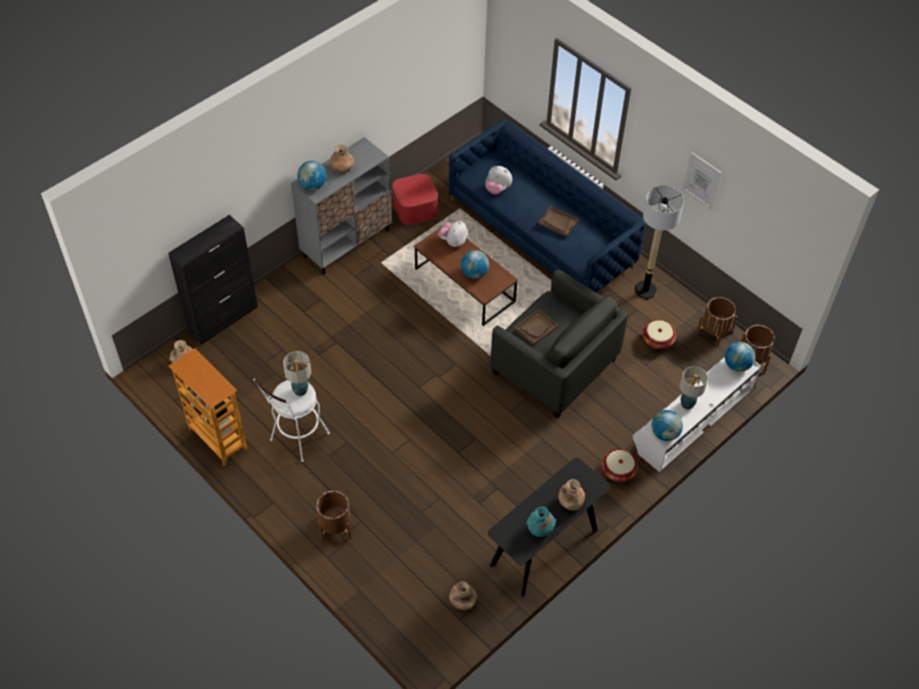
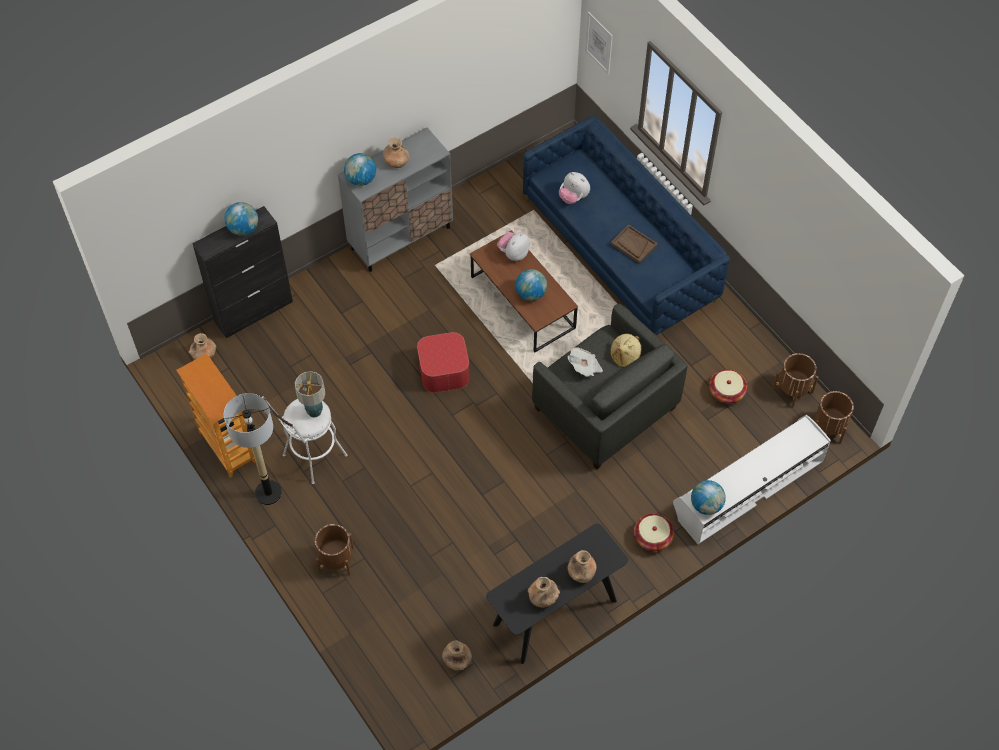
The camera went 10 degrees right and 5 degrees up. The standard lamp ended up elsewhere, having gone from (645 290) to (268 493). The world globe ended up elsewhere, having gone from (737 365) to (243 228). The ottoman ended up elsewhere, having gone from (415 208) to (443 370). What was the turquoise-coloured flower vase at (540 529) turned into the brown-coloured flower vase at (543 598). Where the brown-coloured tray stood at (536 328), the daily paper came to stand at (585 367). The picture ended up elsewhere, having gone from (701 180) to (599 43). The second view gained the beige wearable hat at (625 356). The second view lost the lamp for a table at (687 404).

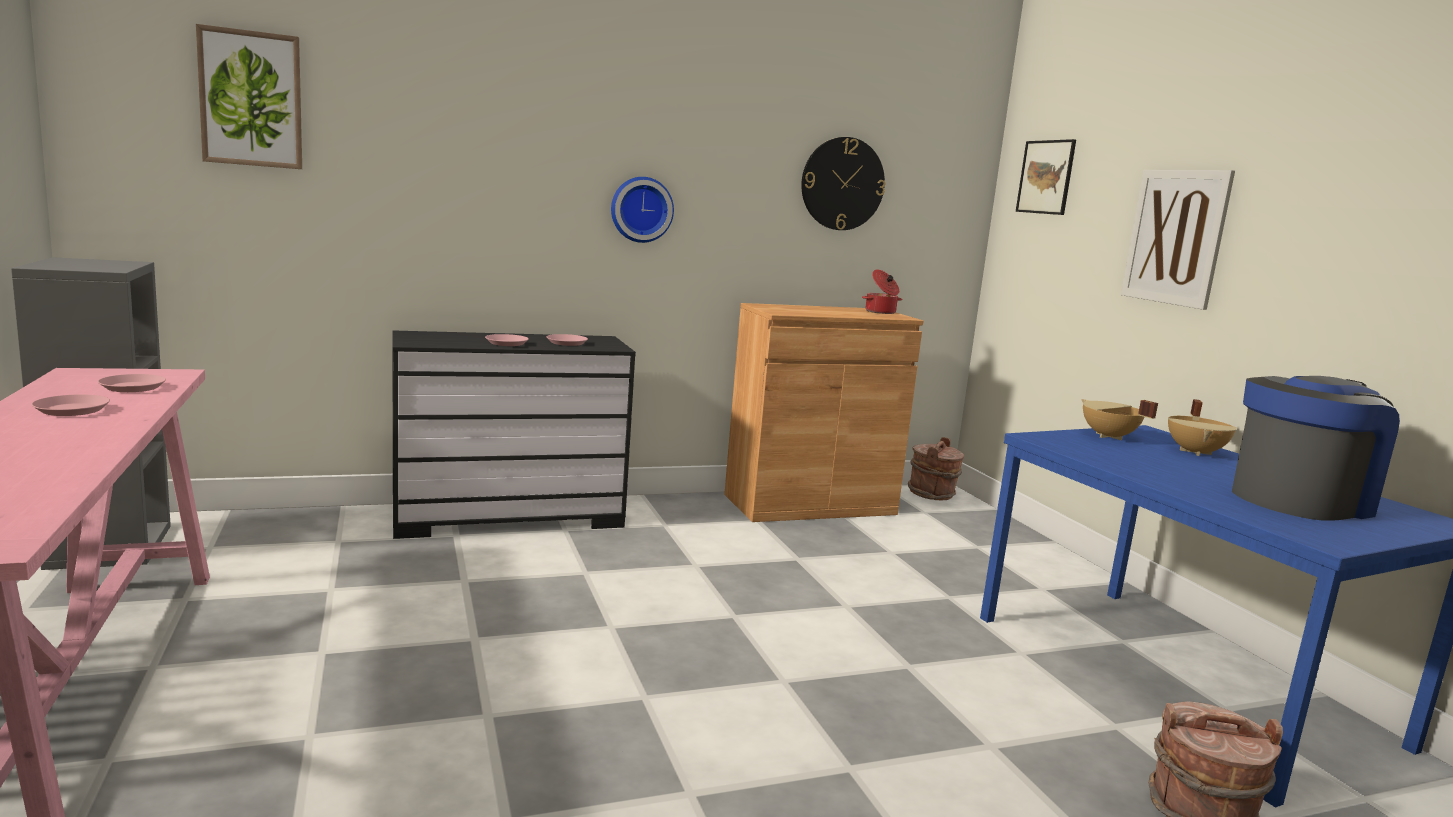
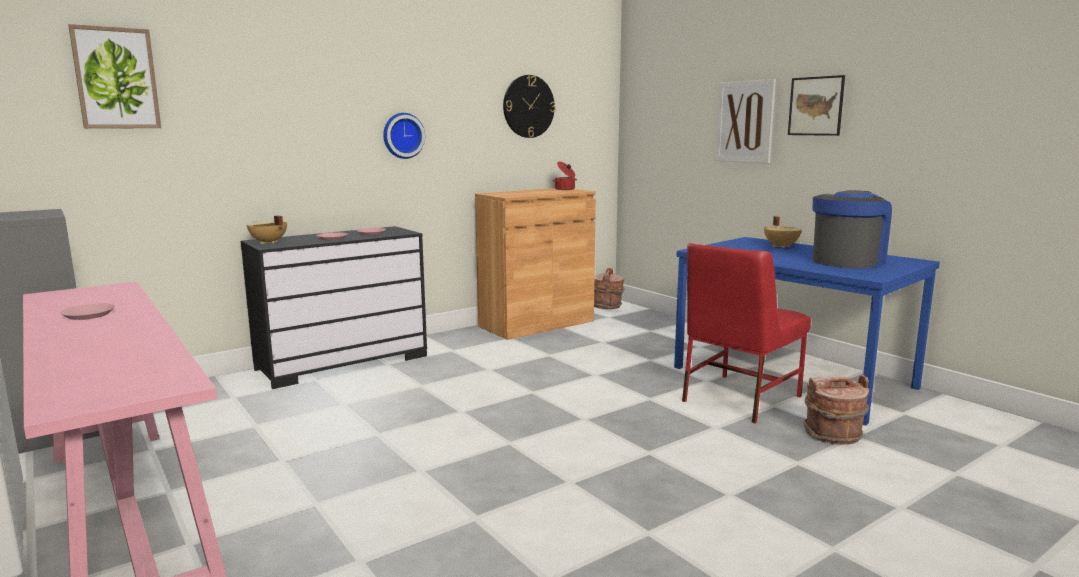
The camera went 15 degrees left and 0 degrees up. The beige cooking pot ended up elsewhere, having gone from (1108 436) to (268 242). The second view gained the red-coloured plain chair at (738 398). The picture ended up elsewhere, having gone from (1046 177) to (816 106). The second view lost the pink dinner plate at (133 387).

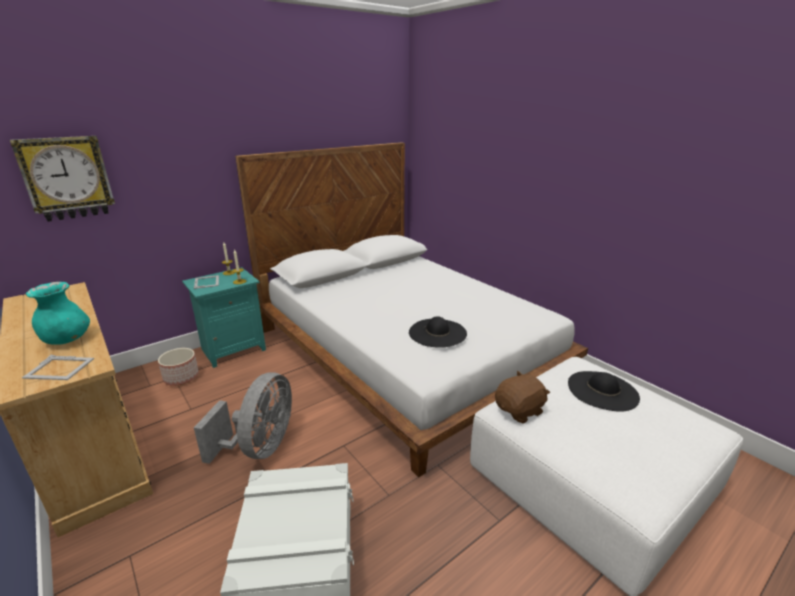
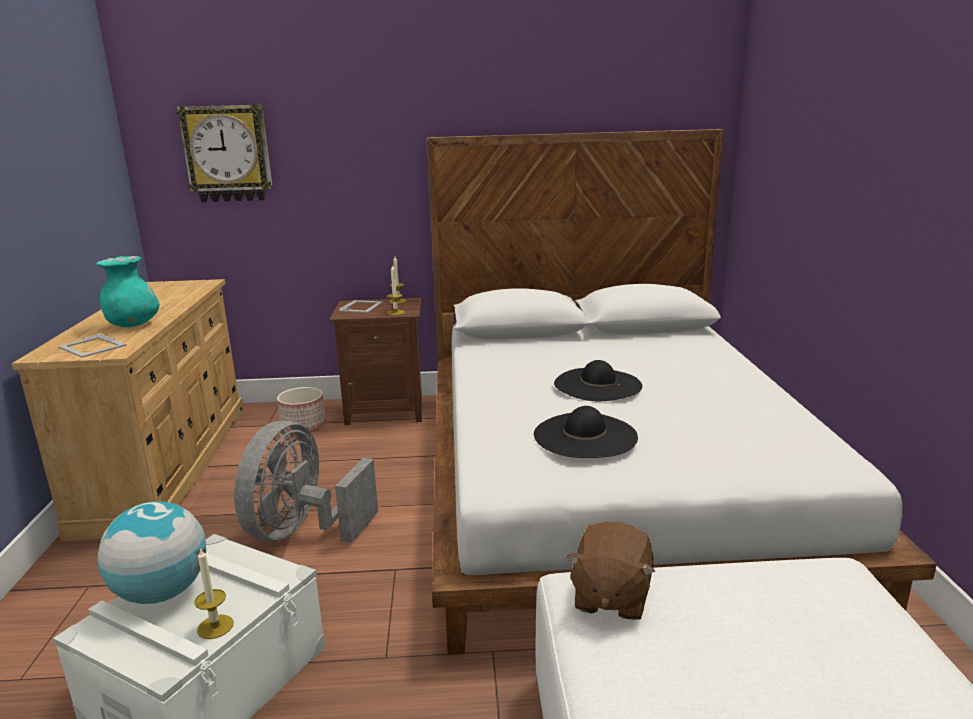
The camera went 35 degrees right and 5 degrees down. The second view gained the world globe at (162 592). The second view gained the wax candle at (215 626). The grey fan at (260 447) ended up facing another way, 150 degrees clockwise from before. What was the turquoise-coloured night table at (232 349) turned into the brown-coloured night table at (385 410). The black wearable hat ended up elsewhere, having gone from (602 390) to (597 384). The brown-coloured cuddly toy at (519 411) ended up facing another way, 105 degrees clockwise from before.

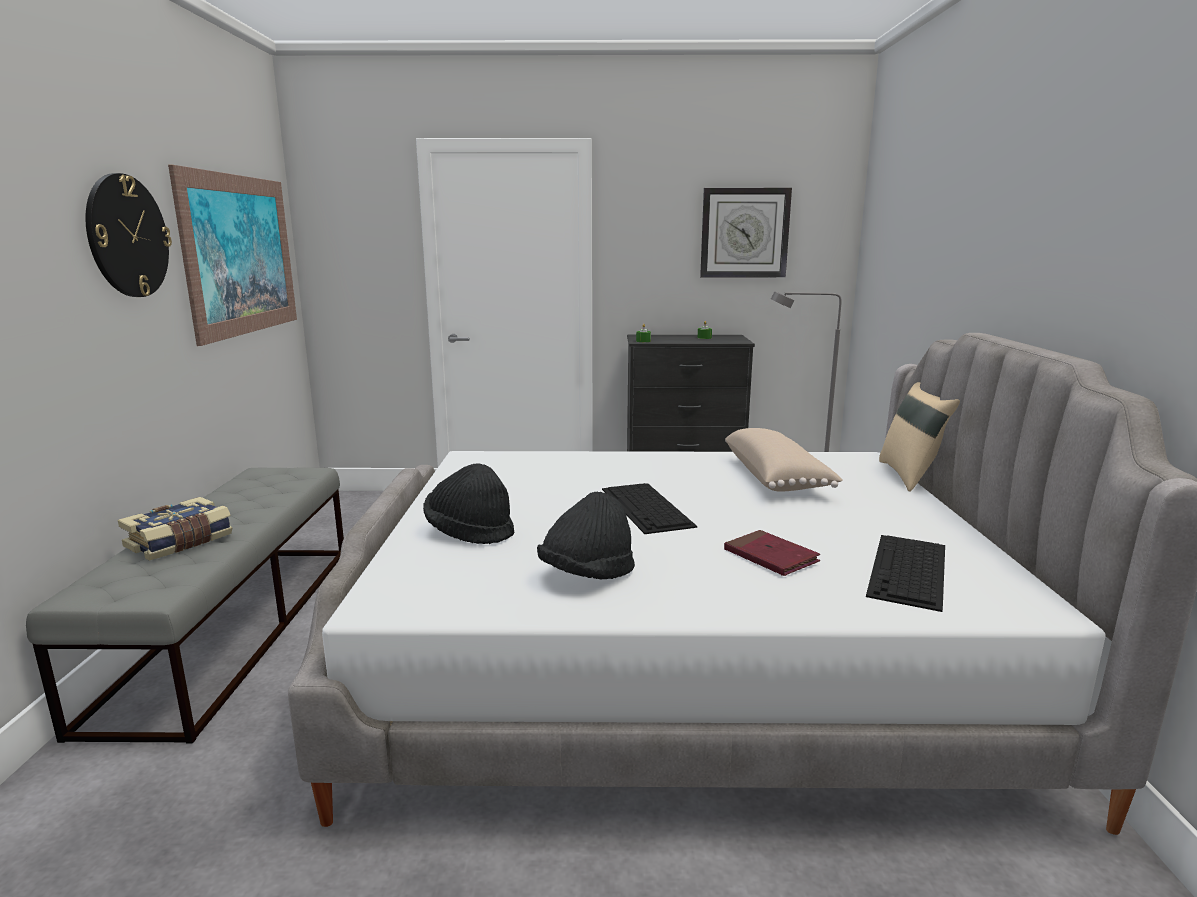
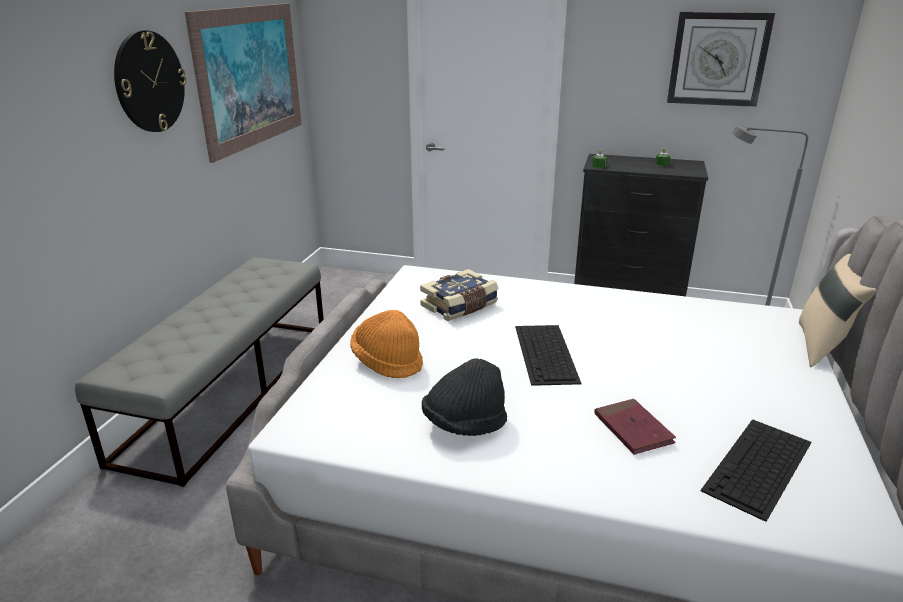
The camera went 15 degrees right and 10 degrees up. What was the black wearable hat at (470 532) turned into the orange-coloured wearable hat at (387 362). The book ended up elsewhere, having gone from (180 542) to (460 306). The second view lost the beige cushion at (776 478).

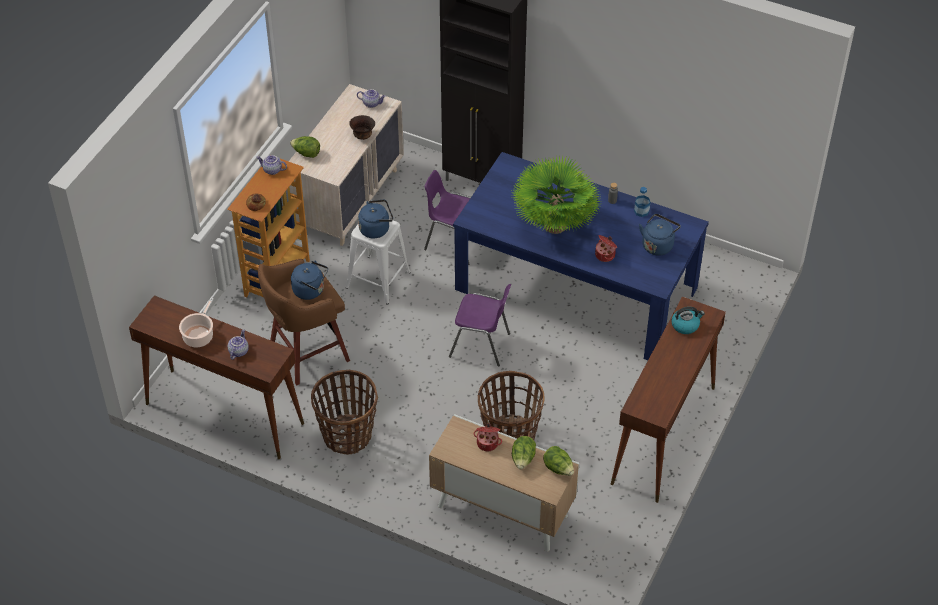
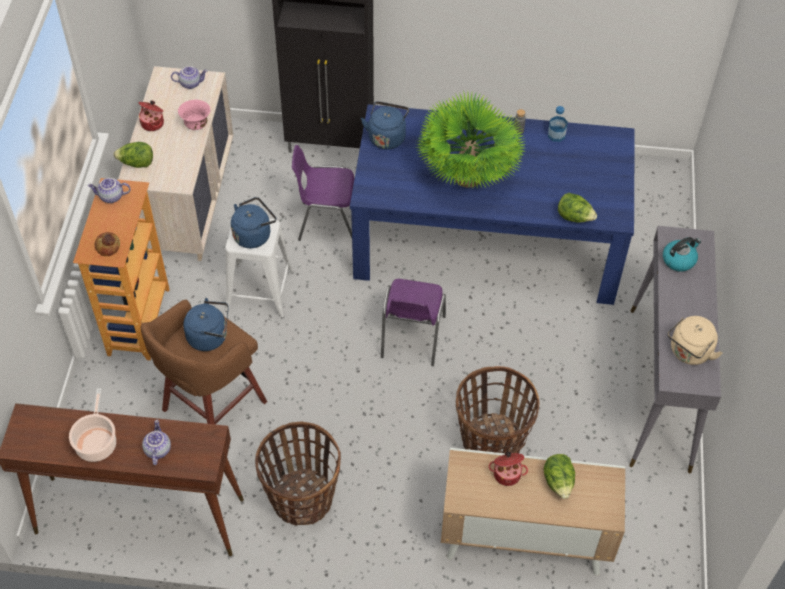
The camera went 20 degrees left and 5 degrees up. The cooking pot ended up elsewhere, having gone from (605 255) to (153 123). What was the brown-coloured serving bowl at (362 136) turned into the pink serving bowl at (196 125). The bluish water kettle ended up elsewhere, having gone from (658 245) to (387 137). The purple plain chair at (481 345) ended up facing another way, 105 degrees clockwise from before. The head of lettuce ended up elsewhere, having gone from (558 468) to (574 217). What was the brown-coloured hall table at (663 436) turned into the grey hall table at (659 389). The second view gained the beige water kettle at (689 353).

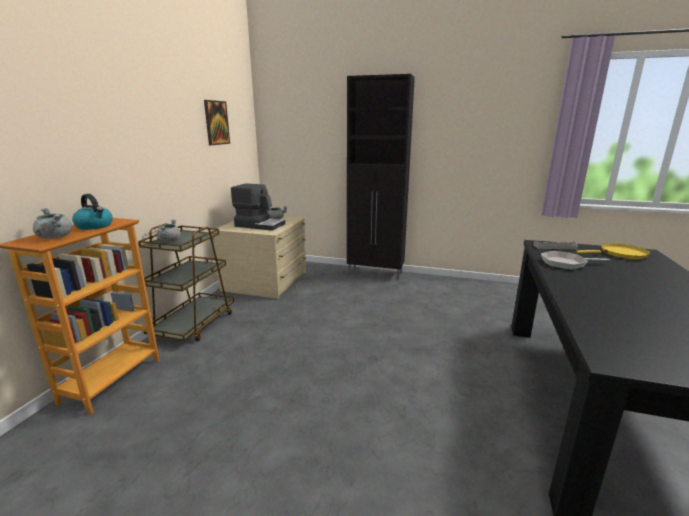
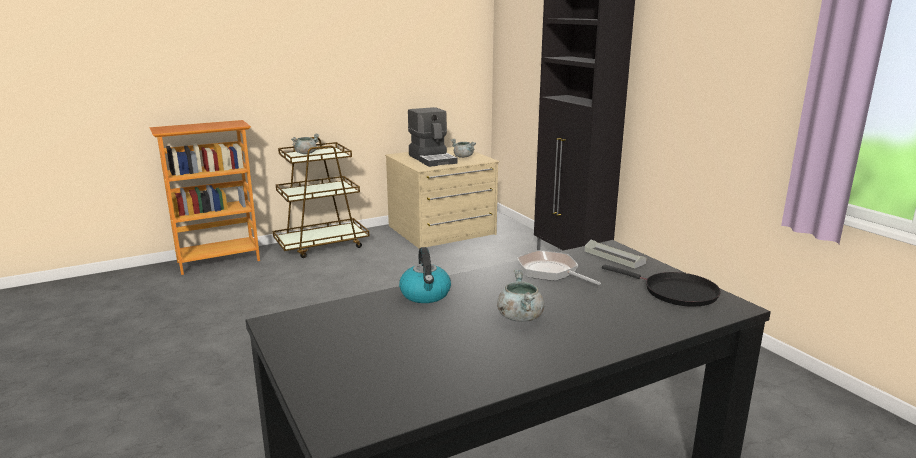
The camera went 45 degrees right and 0 degrees up. The water kettle ended up elsewhere, having gone from (95 226) to (425 295). The grey cooking pot ended up elsewhere, having gone from (55 237) to (519 317). What was the yellow frying pan at (620 254) turned into the black frying pan at (675 292). The second view lost the picture at (216 123).

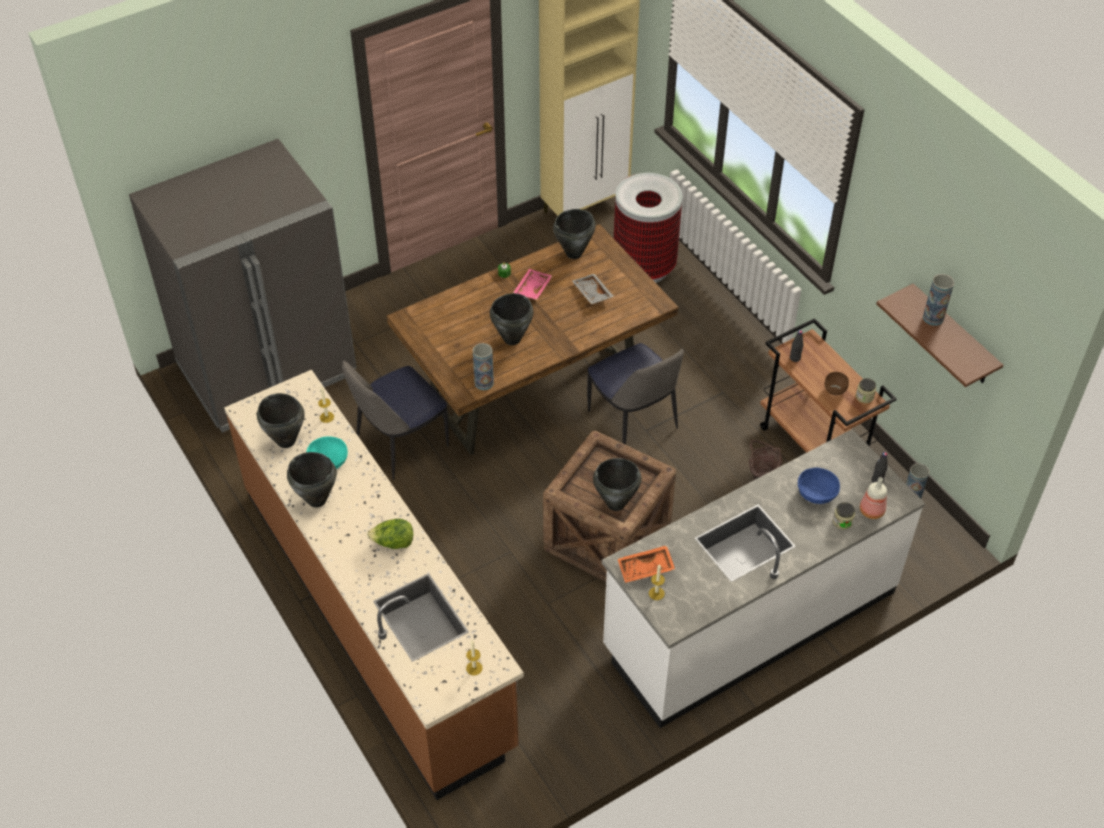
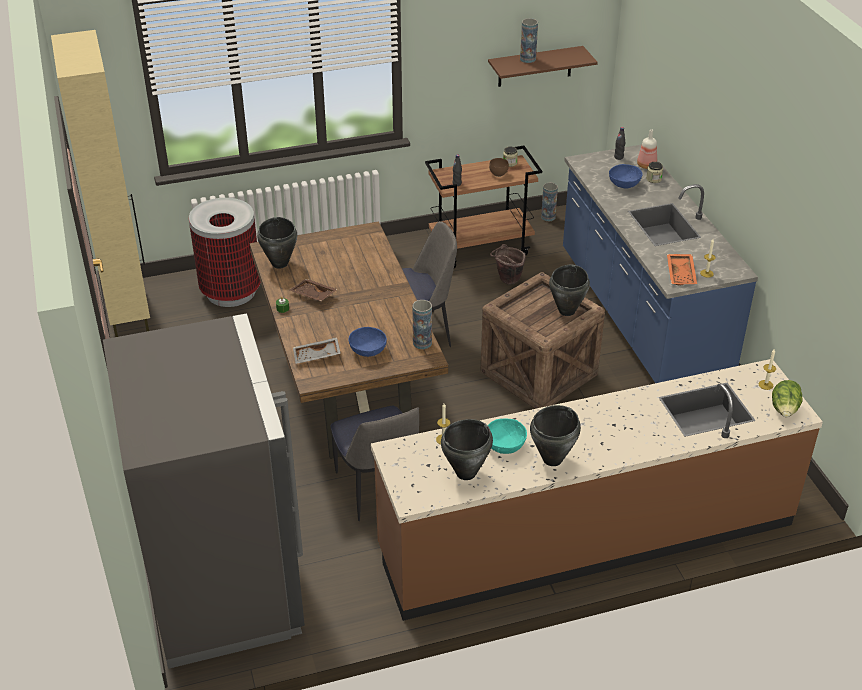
The camera went 75 degrees left and 10 degrees down. What was the pink tray at (532 288) turned into the brown-coloured tray at (313 295). The grey tray ended up elsewhere, having gone from (591 293) to (317 356). The second view gained the bluish serving bowl at (368 350). What was the white-coloured kitchen counter at (749 620) turned into the bluish kitchen counter at (640 316). The head of lettuce ended up elsewhere, having gone from (393 543) to (784 410). The second view lost the black cooking pot at (511 339).

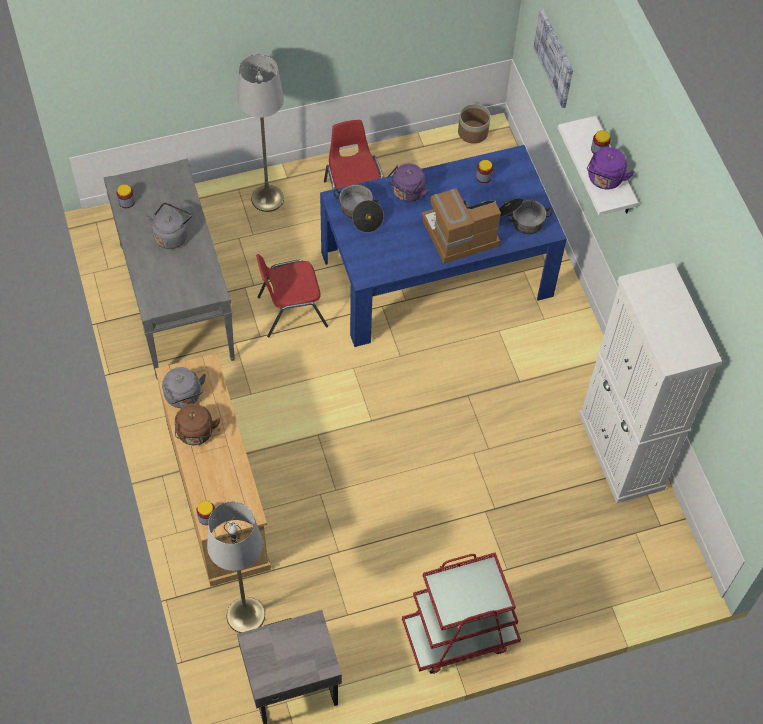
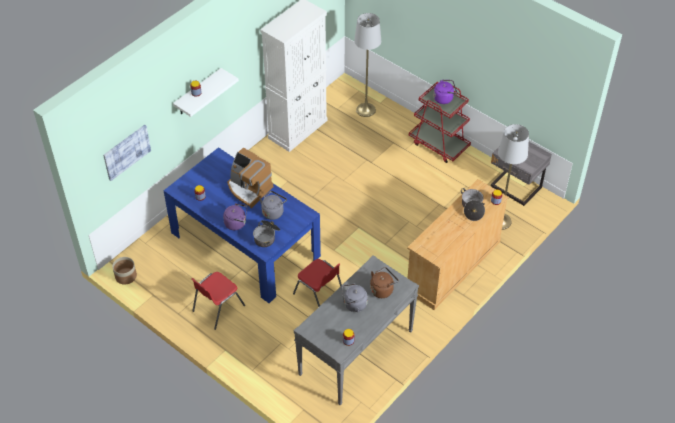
The camera went 120 degrees left and 10 degrees down. The grey water kettle ended up elsewhere, having gone from (184 397) to (273 212). The grey standard lamp ended up elsewhere, having gone from (267 198) to (365 110). The brown-coloured water kettle ended up elsewhere, having gone from (195 434) to (382 289). The purple water kettle ended up elsewhere, having gone from (604 180) to (444 98). The cooking pot ended up elsewhere, having gone from (520 220) to (472 208).

